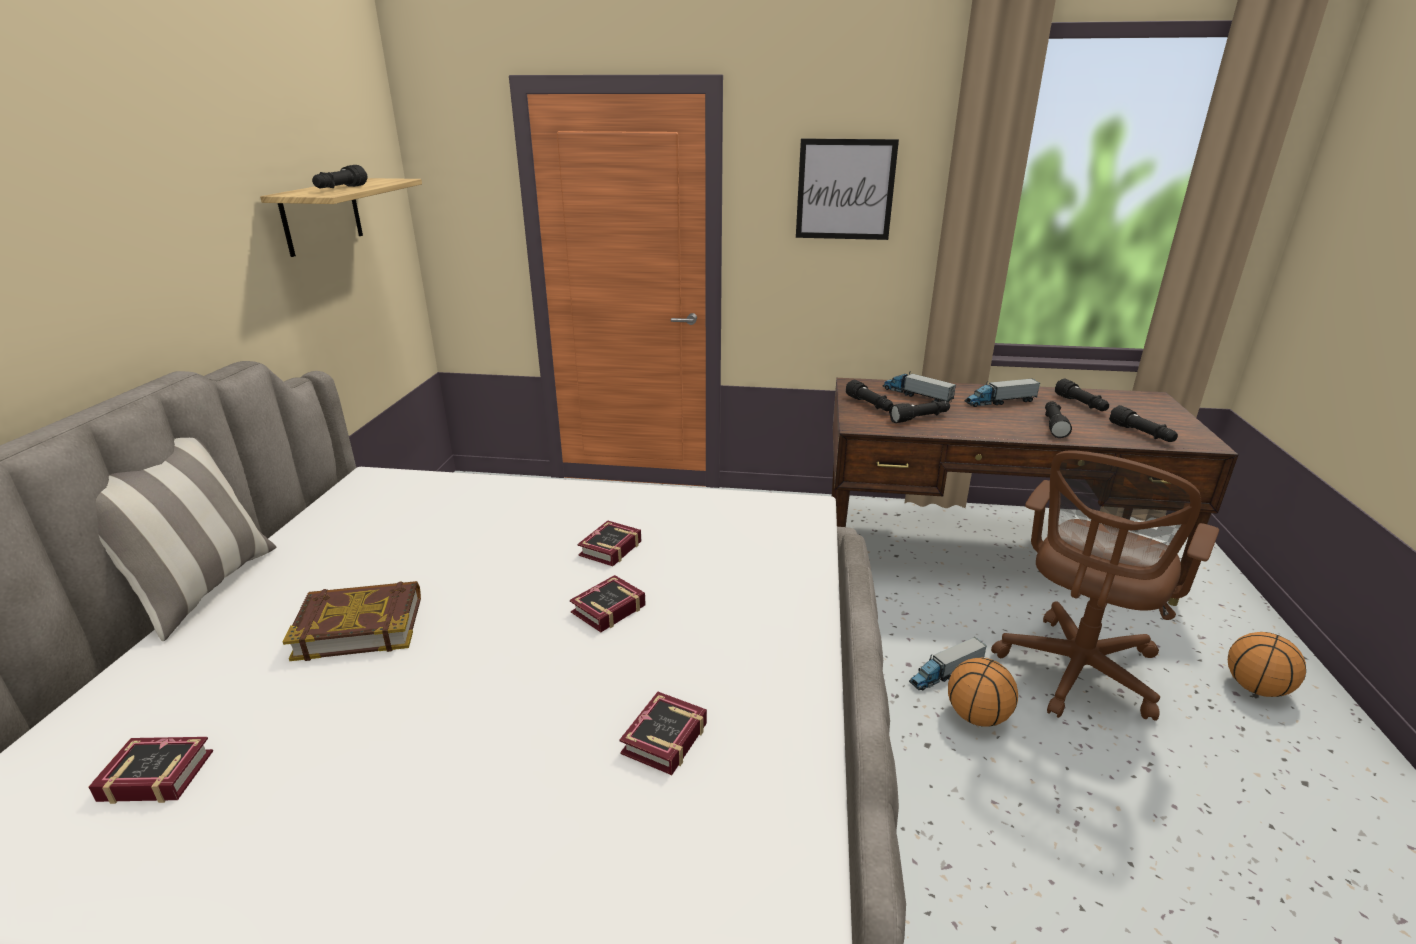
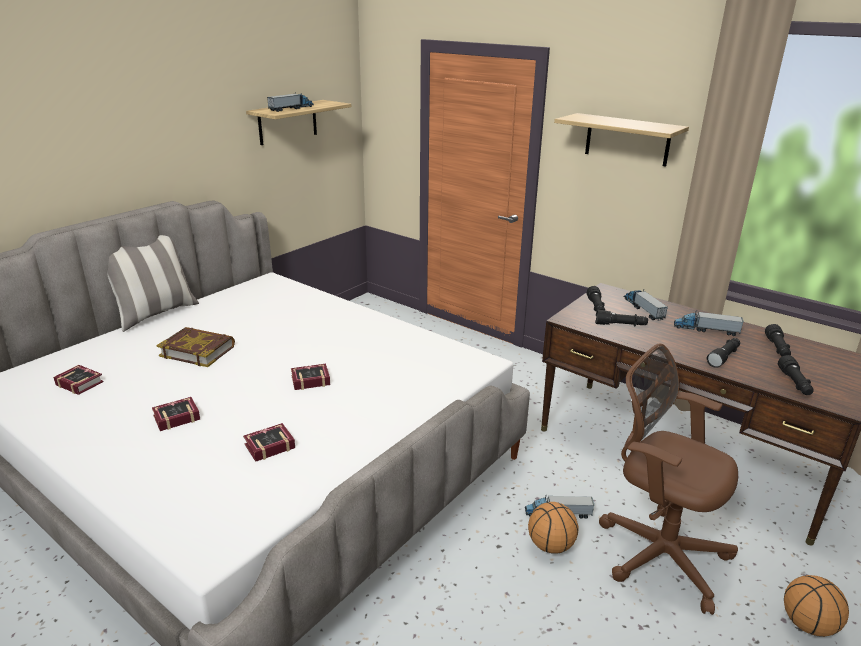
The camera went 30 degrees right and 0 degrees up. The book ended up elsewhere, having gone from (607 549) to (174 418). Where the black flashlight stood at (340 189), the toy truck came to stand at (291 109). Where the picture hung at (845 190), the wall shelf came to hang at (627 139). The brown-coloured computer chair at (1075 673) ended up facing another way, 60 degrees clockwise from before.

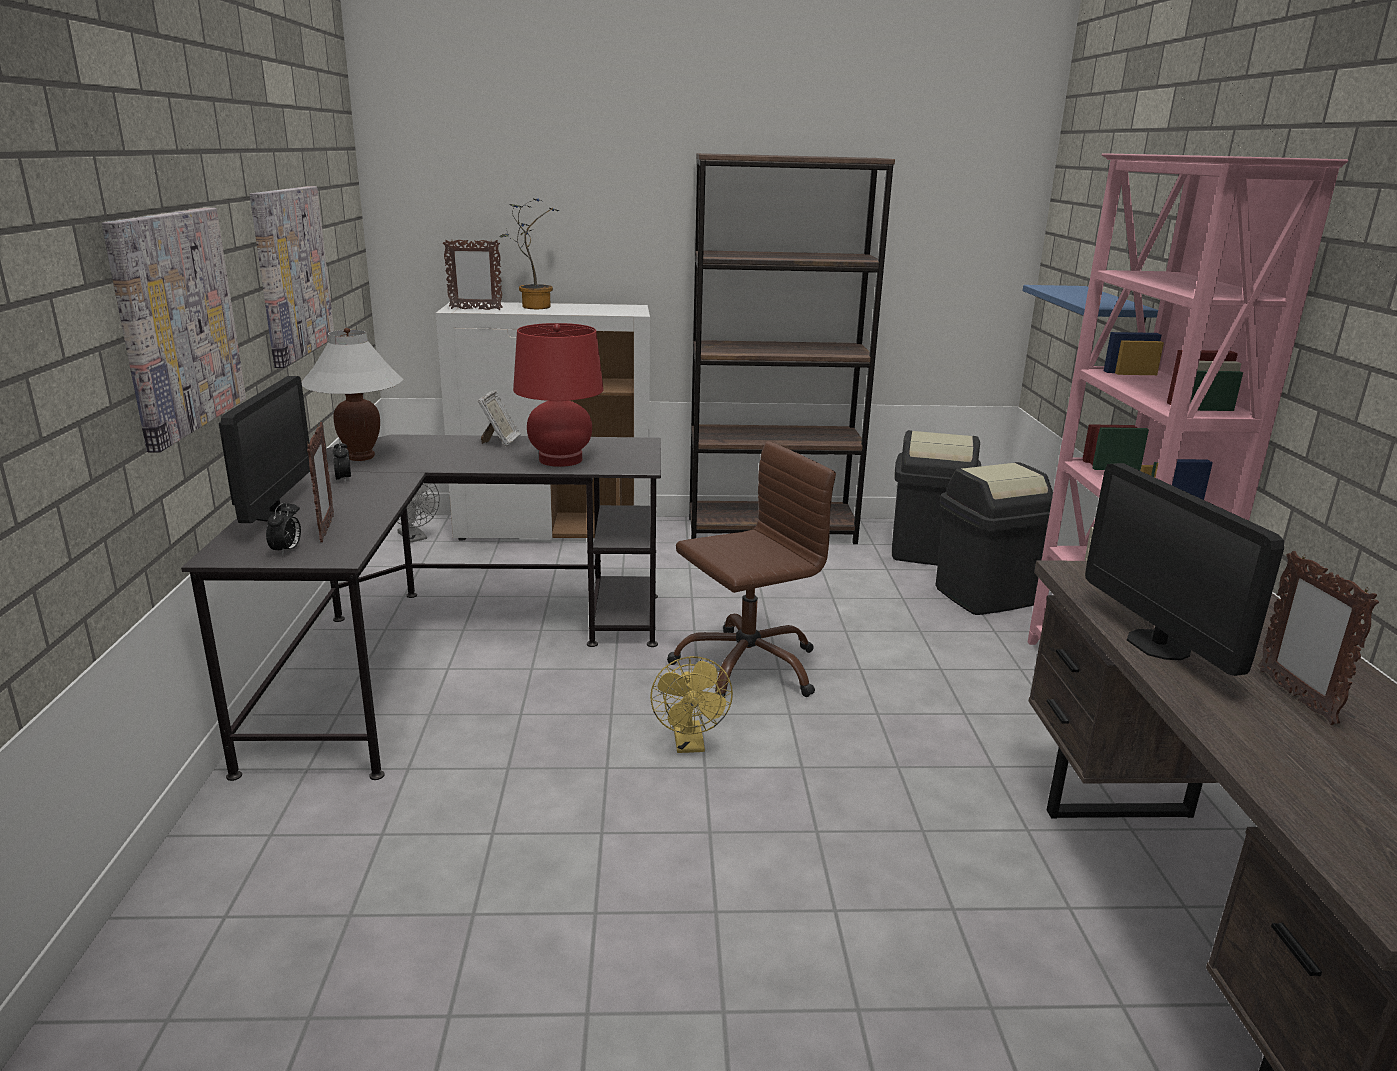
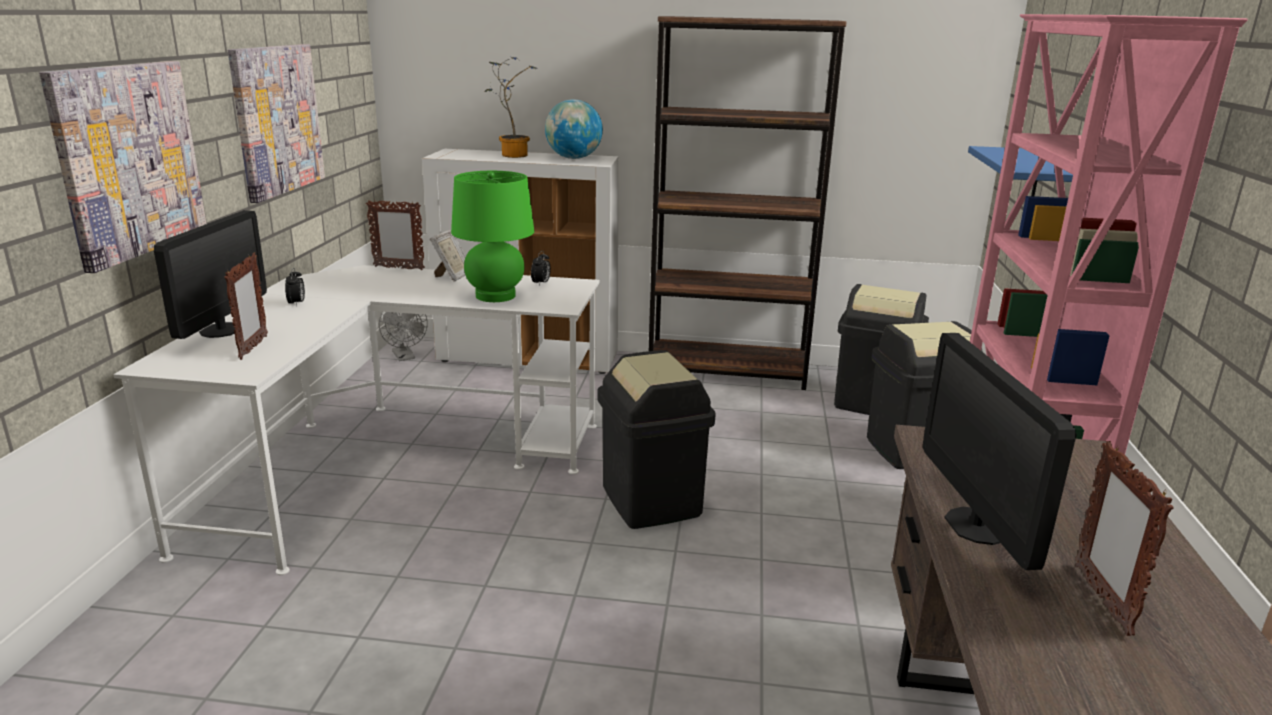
The camera went 10 degrees right and 0 degrees up. What was the black desk at (447 651) turned into the white-coloured desk at (390 462). The picture frame ended up elsewhere, having gone from (475 309) to (398 268). What was the red-coloured lamp for a table at (560 460) turned into the green-coloured lamp for a table at (495 296). The alarm clock ended up elsewhere, having gone from (286 551) to (541 283). The second view gained the world globe at (573 158). Where the brown-coloured computer chair stood at (746 667), the black trash can came to stand at (652 501). The second view lost the white-coloured lamp for a table at (361 457). The second view lost the yellow fan at (690 744).

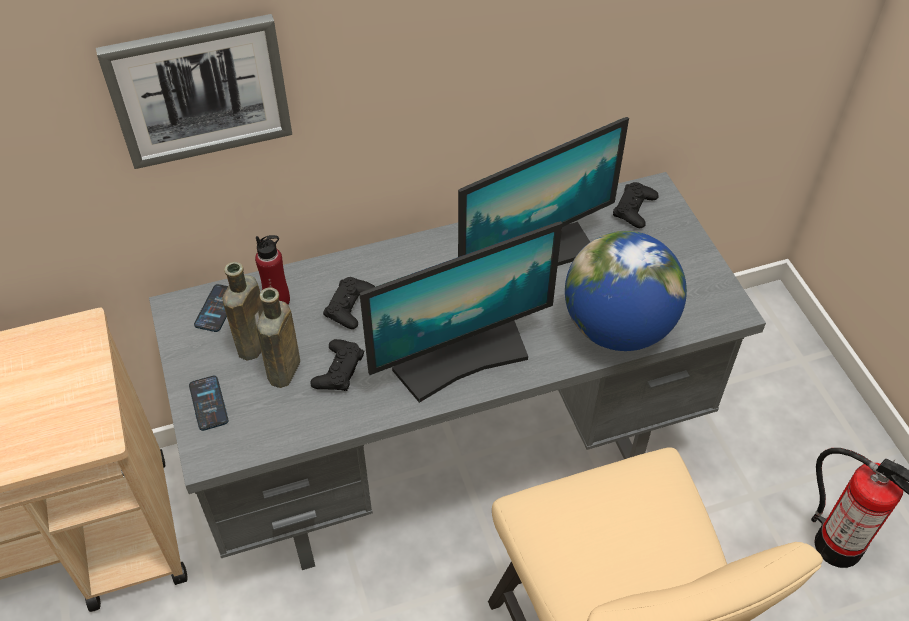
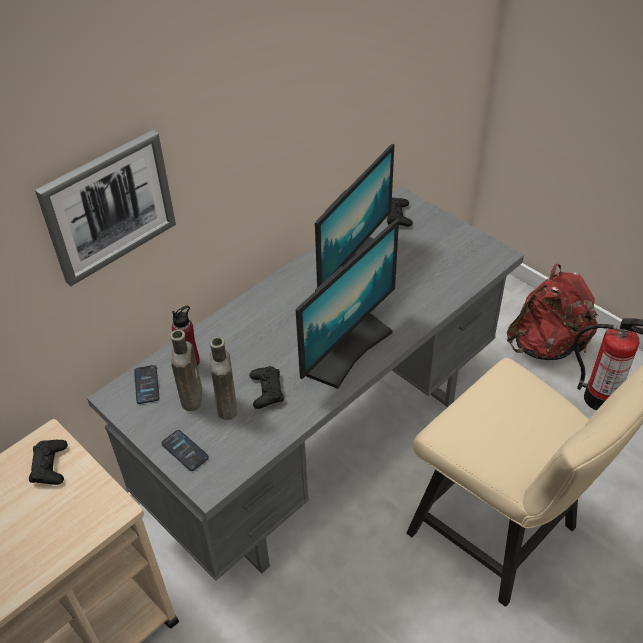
The camera went 25 degrees left and 5 degrees down. The black gamepad ended up elsewhere, having gone from (350 306) to (50 465). The second view gained the red-coloured backpack at (547 345). The second view lost the world globe at (618 327).

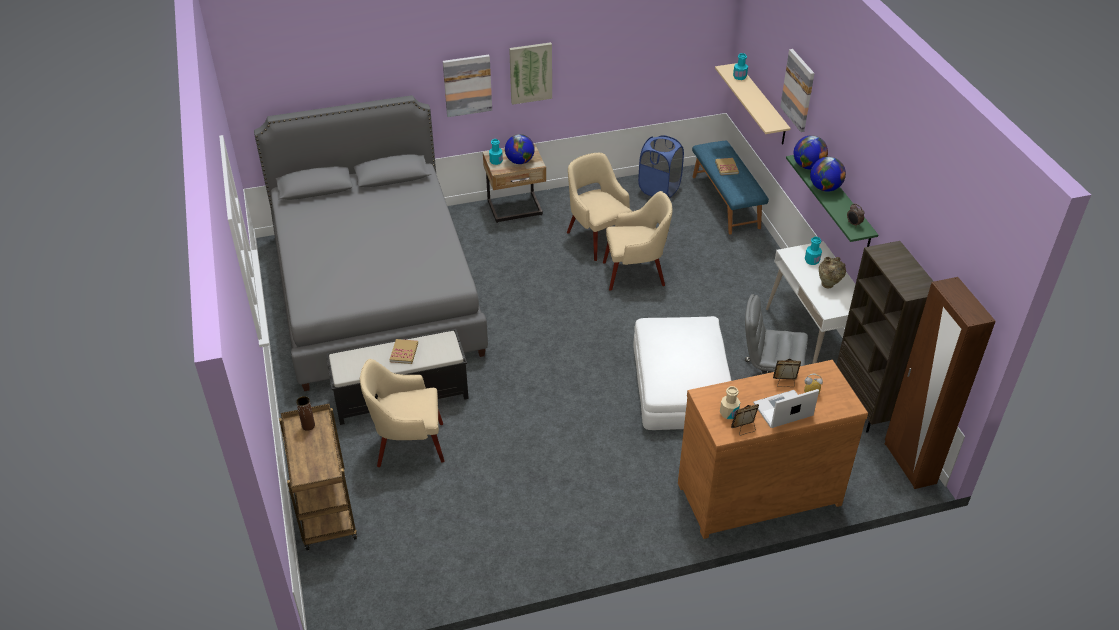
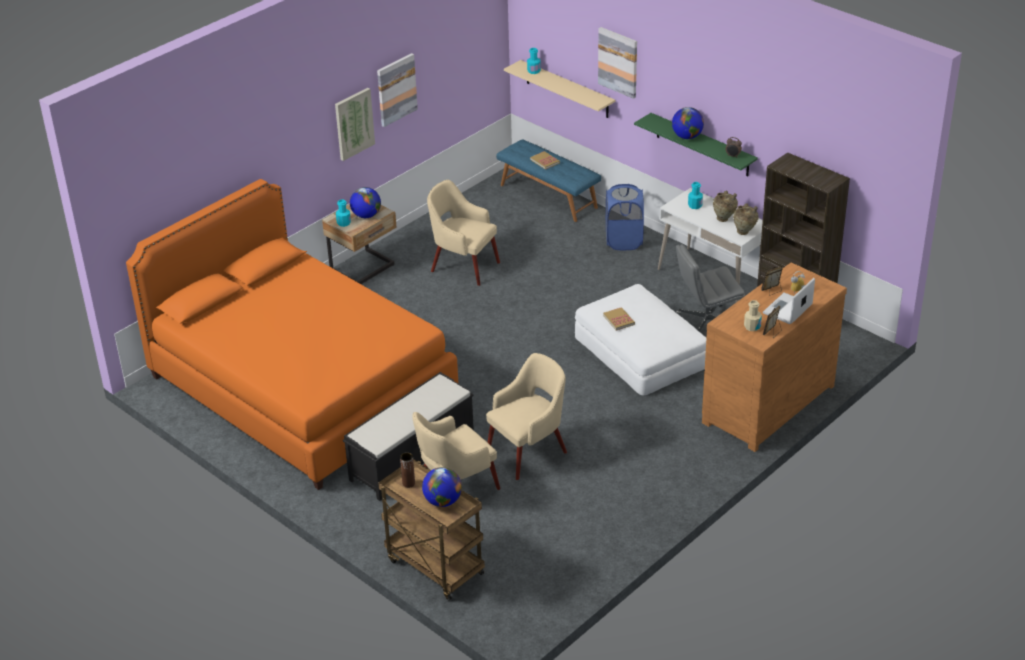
The camera went 30 degrees left and 5 degrees down. What was the grey bedroom bed at (375 293) turned into the orange-coloured bedroom bed at (302 387). The picture ended up elsewhere, having gone from (467 85) to (396 89). The world globe ended up elsewhere, having gone from (808 166) to (443 501). The beige armchair ended up elsewhere, having gone from (636 273) to (529 452). The book ended up elsewhere, having gone from (404 352) to (618 320). The bluish washing basket ended up elsewhere, having gone from (659 189) to (624 241). The second view gained the beige flower vase at (744 233). The second view lost the brown-coloured wardrobe at (909 463).

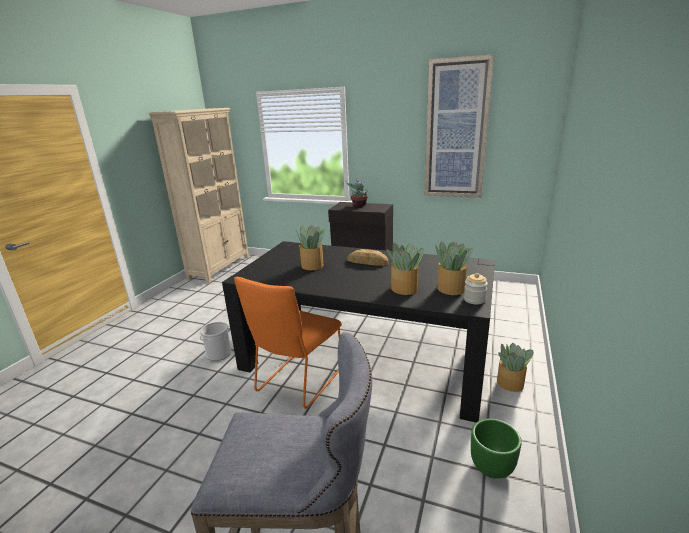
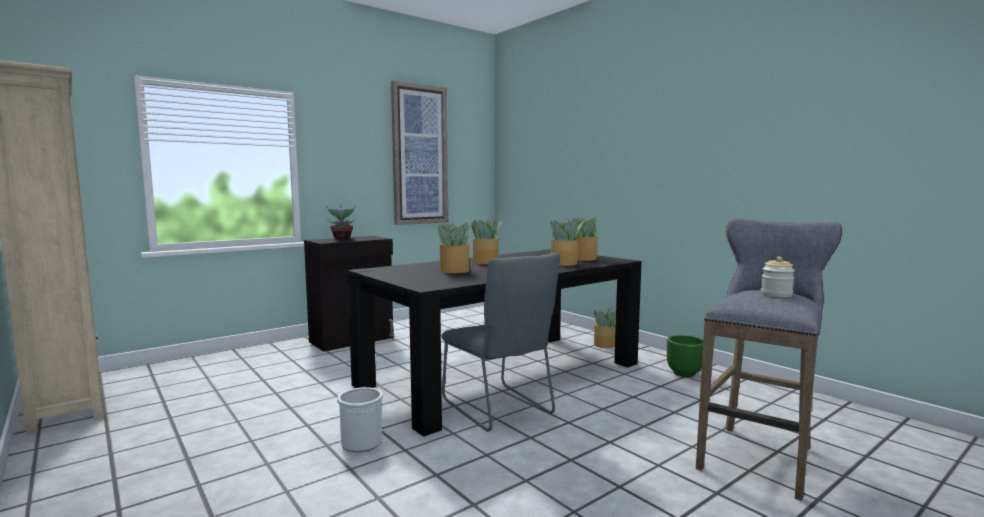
The camera went 60 degrees left and 15 degrees down. What was the orange-coloured plain chair at (298 381) turned into the grey plain chair at (499 409). Where the bakery bread stood at (367 262), the potted plant came to stand at (486 262). The jar ended up elsewhere, having gone from (474 299) to (776 295).

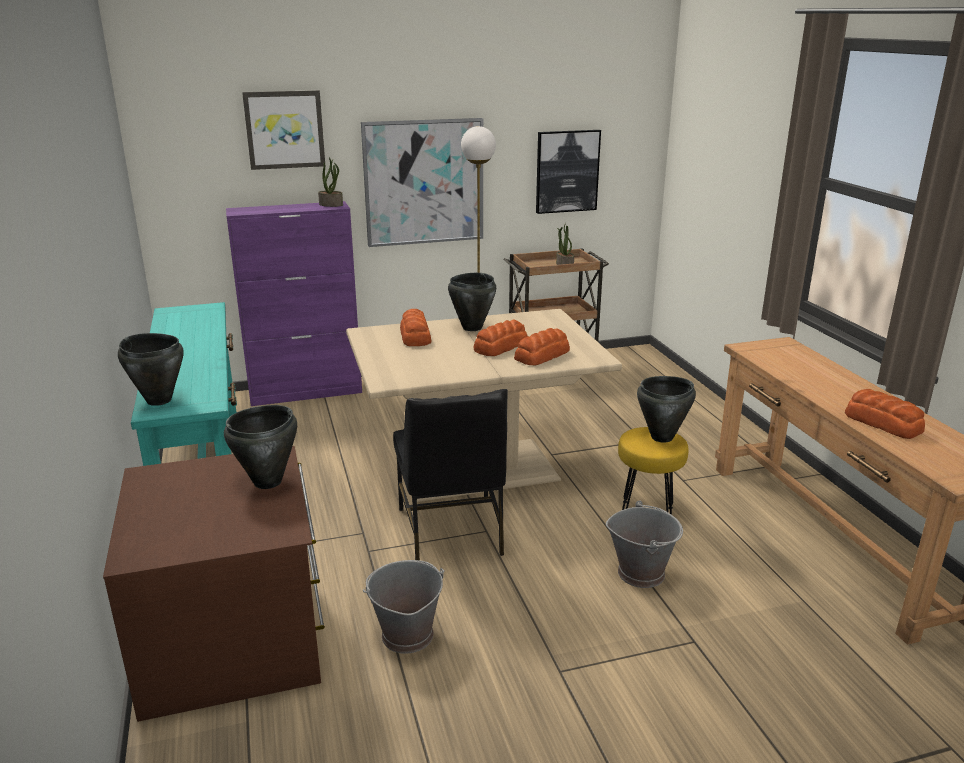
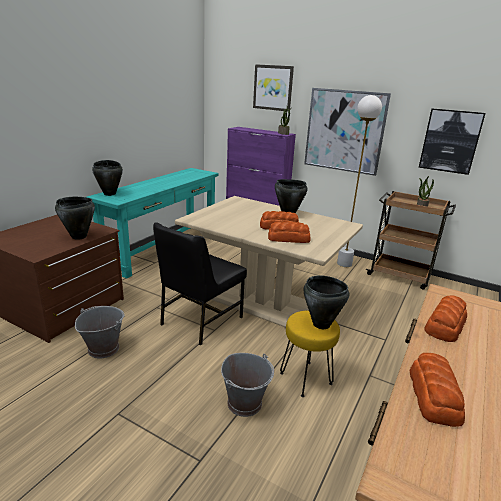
The camera went 45 degrees right and 0 degrees up. The bakery bread ended up elsewhere, having gone from (415 336) to (444 325).

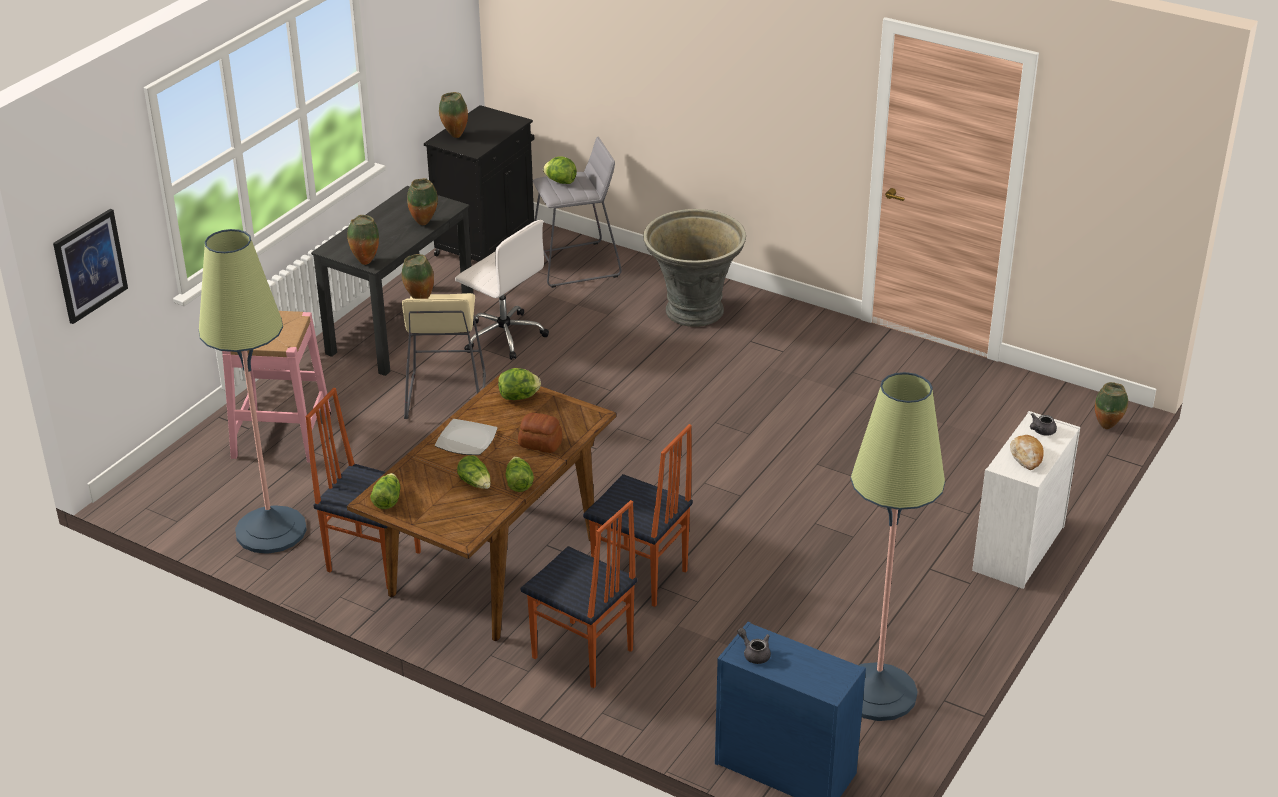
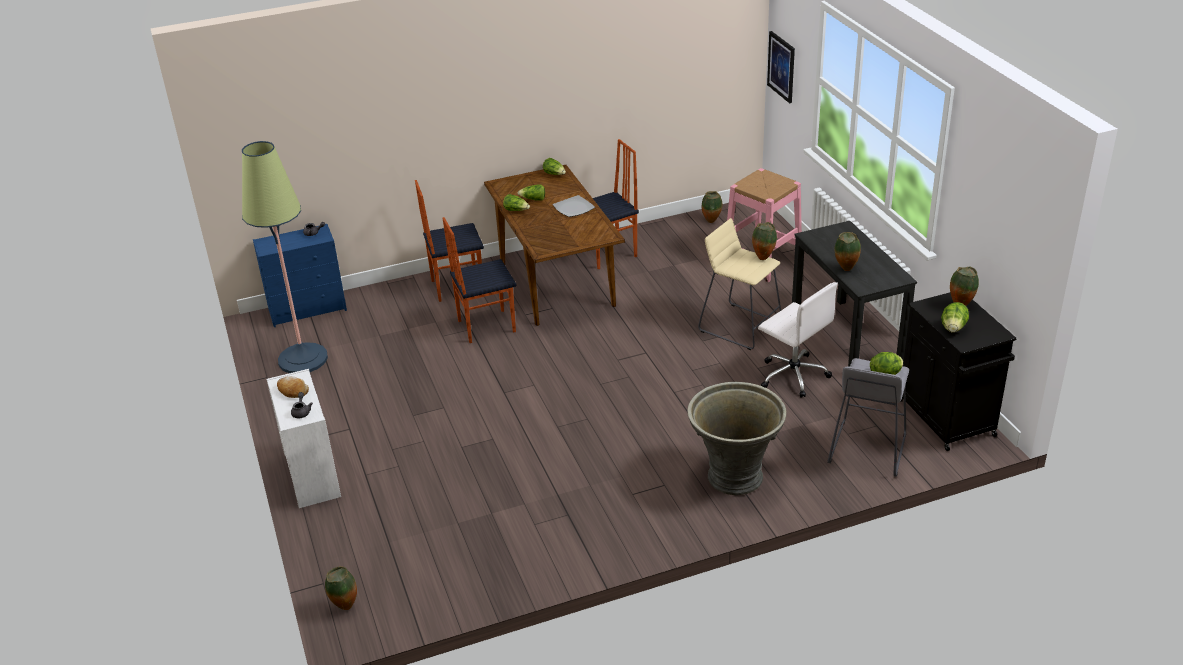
The camera went 130 degrees right and 0 degrees up. The flower vase ended up elsewhere, having gone from (365 262) to (711 222). The white-coloured computer chair at (503 336) ended up facing another way, 120 degrees counterclockwise from before. The head of lettuce ended up elsewhere, having gone from (519 397) to (953 328). The second view lost the standard lamp at (271 531). The second view lost the bakery bread at (540 443).

